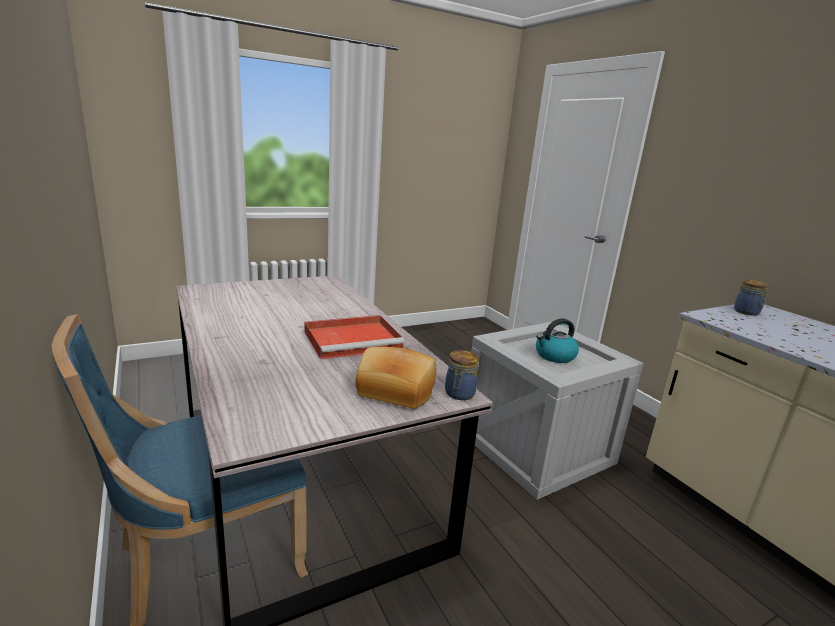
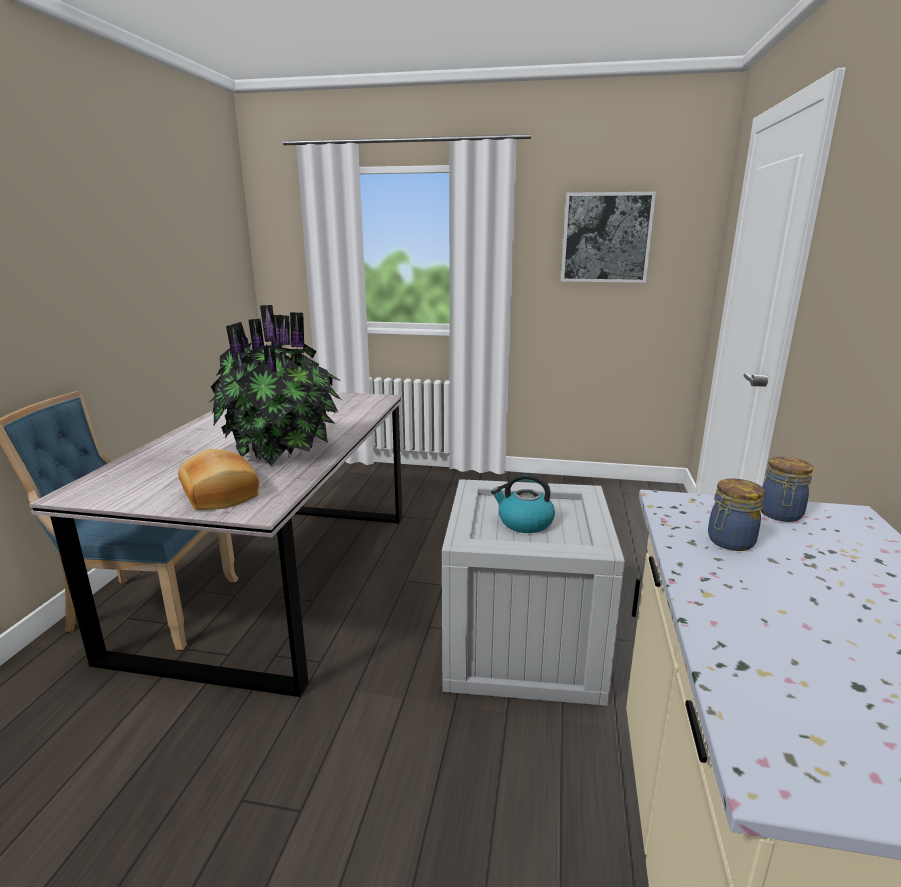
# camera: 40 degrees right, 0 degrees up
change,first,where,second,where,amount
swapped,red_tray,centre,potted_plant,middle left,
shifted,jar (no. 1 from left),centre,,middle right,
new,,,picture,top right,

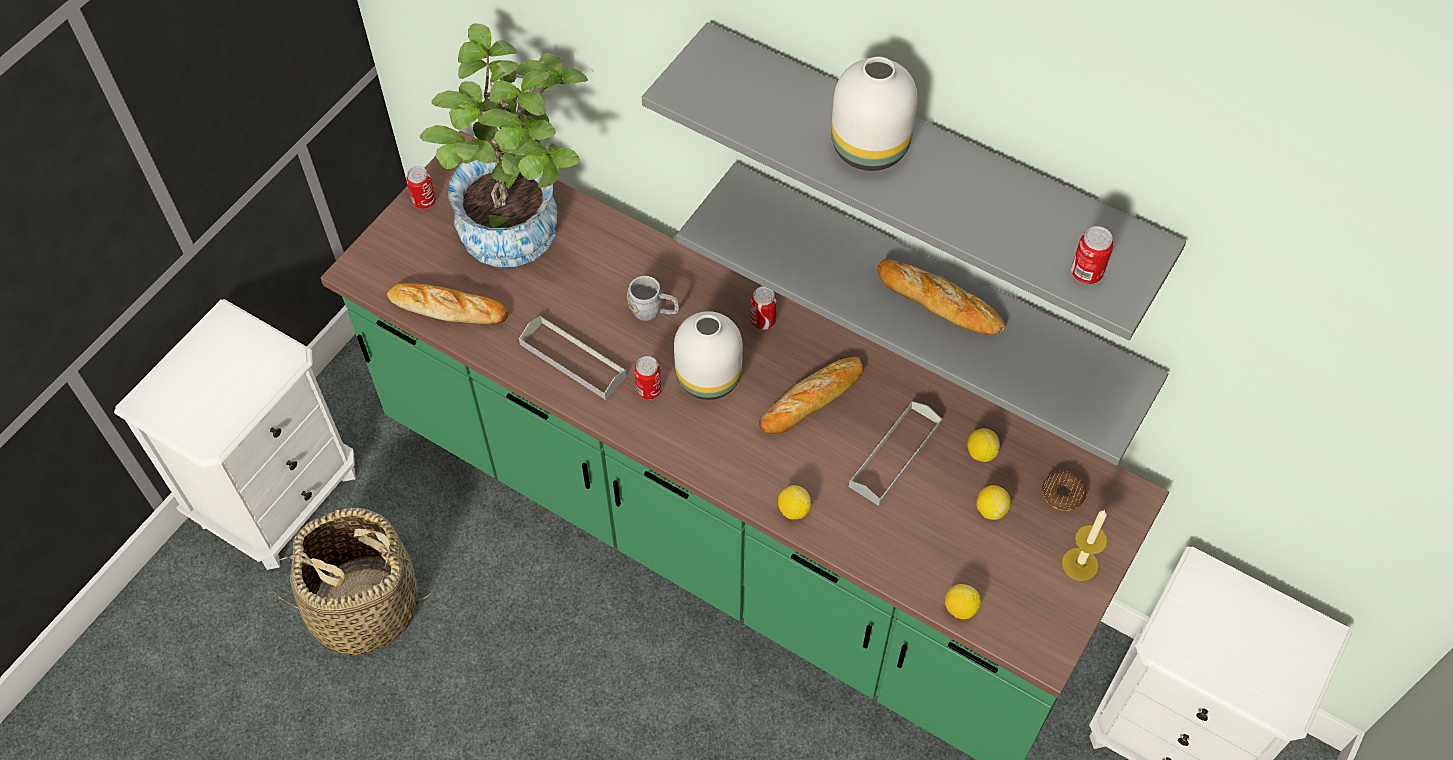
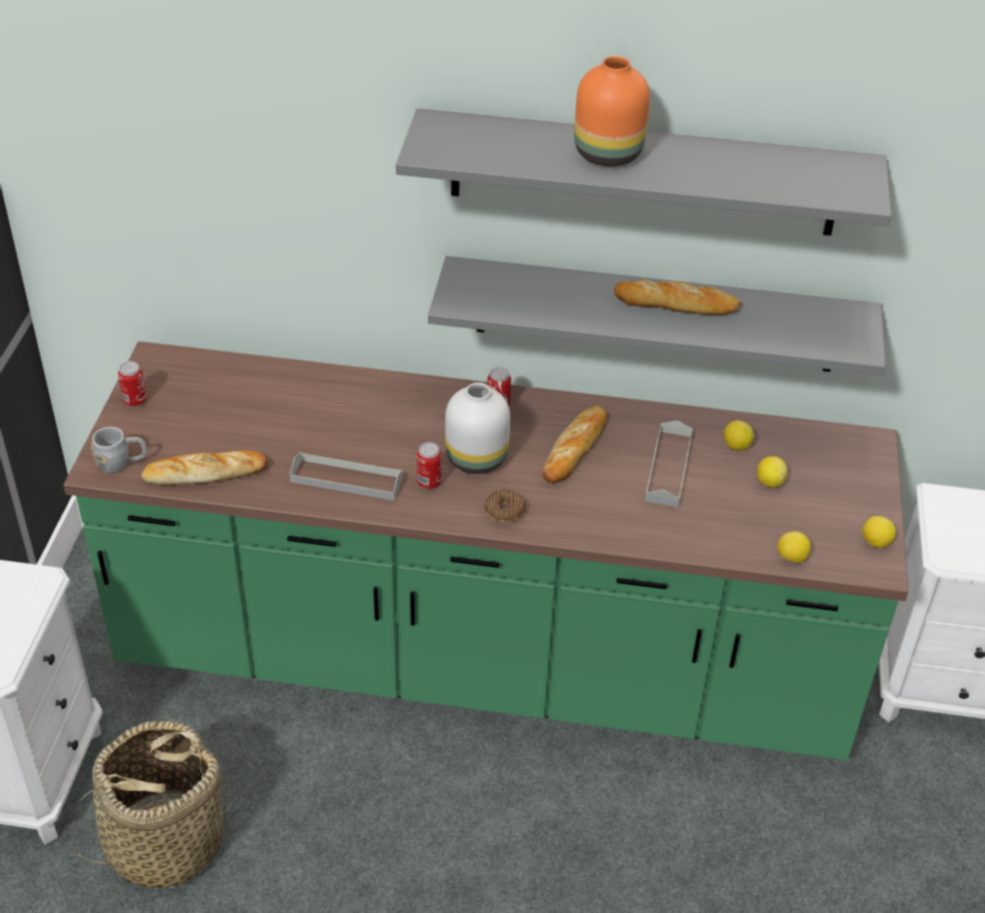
# camera: 25 degrees left, 15 degrees down
change,first,where,second,where,amount
gone,potted_plant,top centre,,,
repainted,white_vase (no. 2 from left),top centre,orange_vase,top centre,
gone,can (no. 4 from left),middle right,,,
shifted,grey_mug,centre,,middle left,
shifted,donut,middle right,,centre,
shifted,lemon (no. 1 from left in the first image),centre,lemon (no. 4 from left),middle right,
gone,candle,bottom right,,,

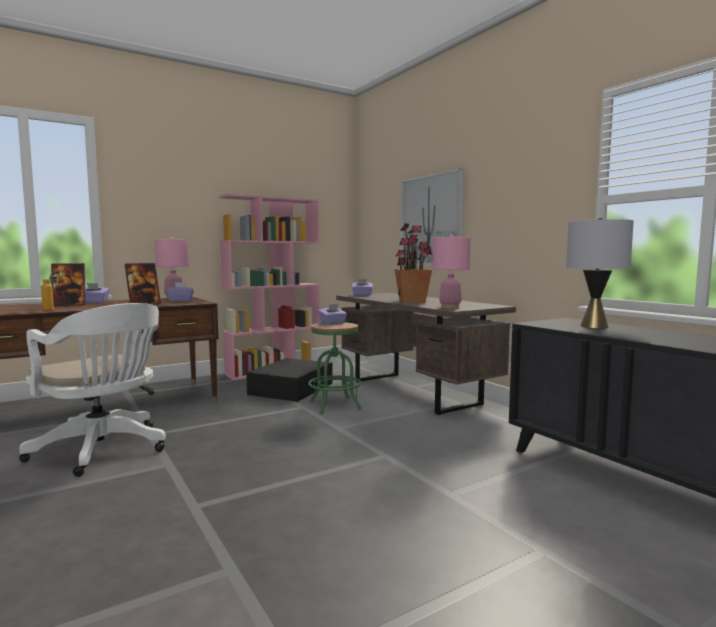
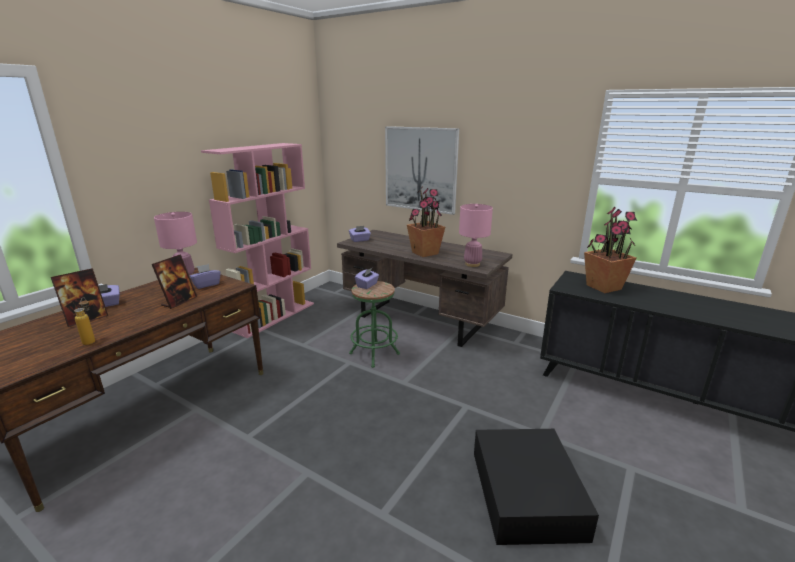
# camera: 25 degrees left, 15 degrees up
change,first,where,second,where,amount
swapped,grey_table_lamp,middle right,potted_plant (no. 2 from left),middle right,
gone,white_office_chair,middle left,,,
shifted,black_storage_box,centre,,bottom right,

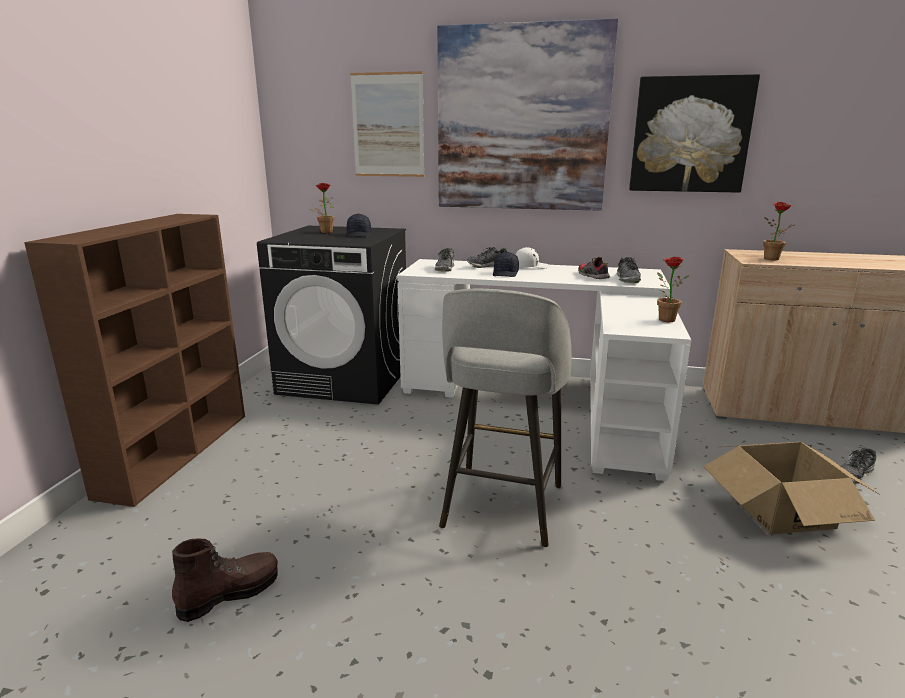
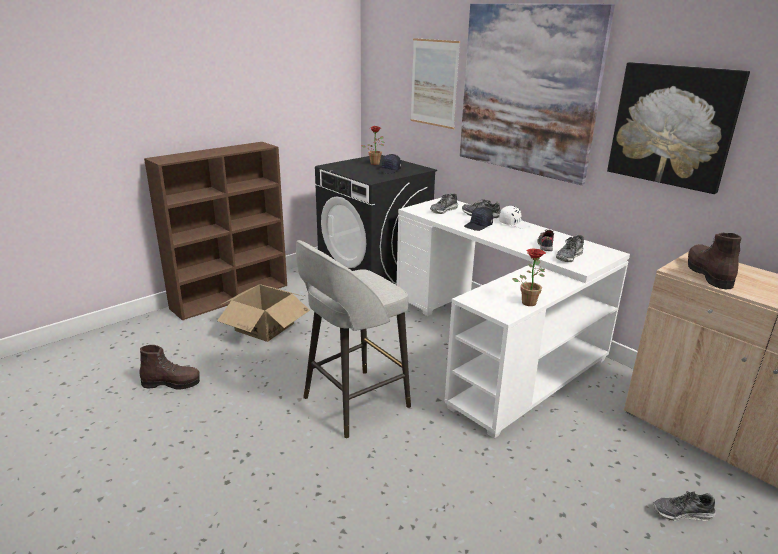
# camera: 35 degrees right, 5 degrees up
change,first,where,second,where,amount
swapped,potted_plant (no. 3 from left),top right,brown_boot (no. 2 from left),middle right,
shifted,cardboard_box,bottom right,,centre,

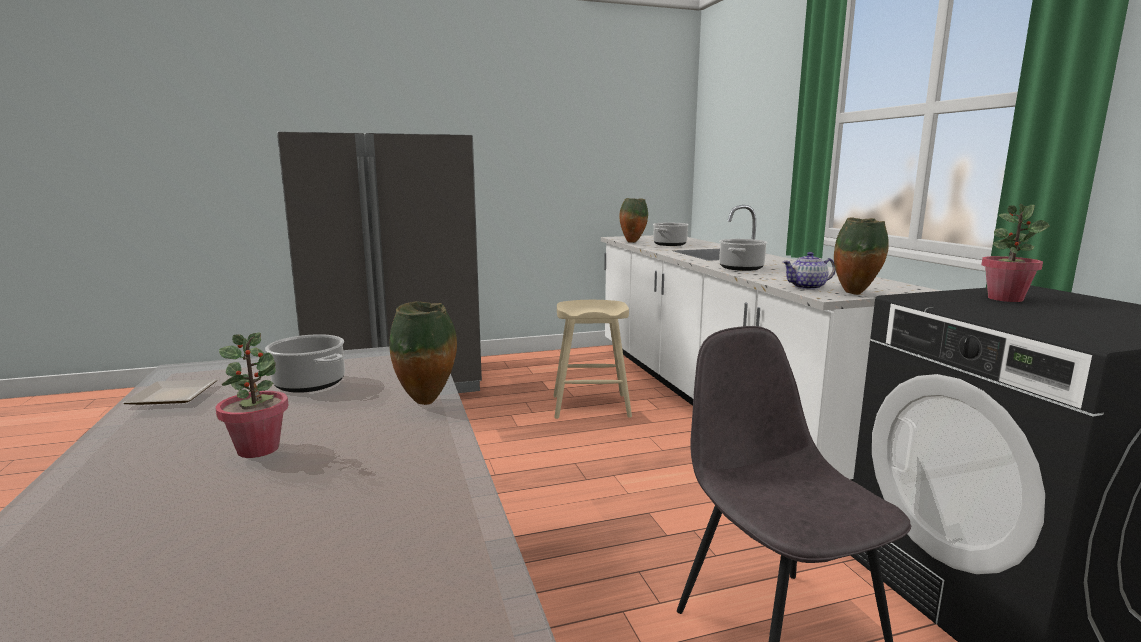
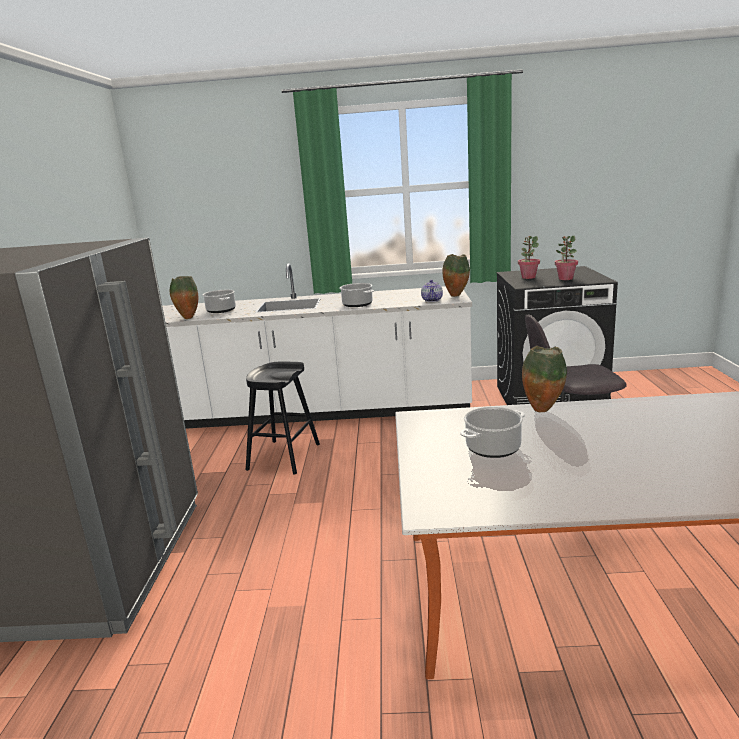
# camera: 70 degrees left, 5 degrees up
change,first,where,second,where,amount
repainted,beige_stool,centre,black_stool,centre,
shifted,potted_plant (no. 1 from left in the first image),middle left,potted_plant (no. 2 from left),middle right,
gone,plate,middle left,,,

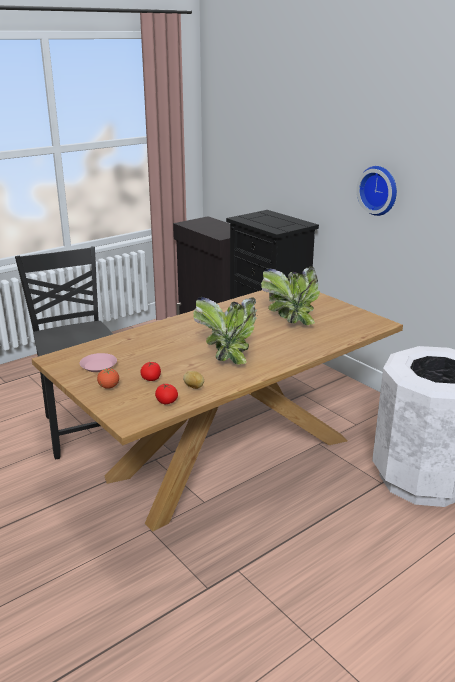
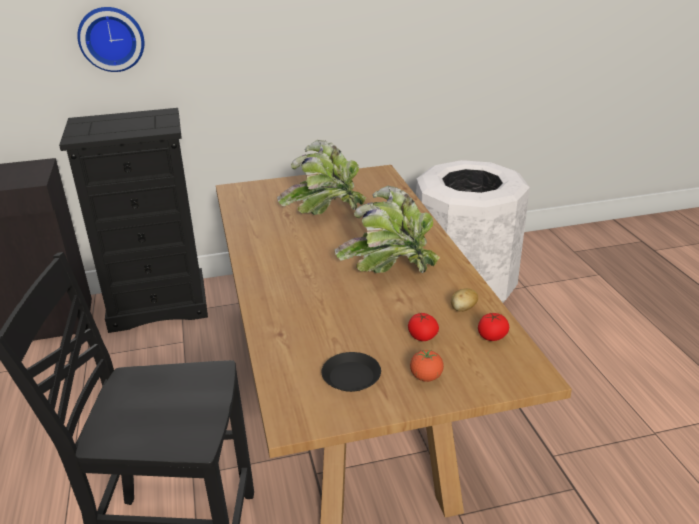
# camera: 65 degrees left, 5 degrees up
change,first,where,second,where,amount
shifted,wall_clock,top right,,top left,
repainted,pink_plate,middle left,black_plate,bottom centre,

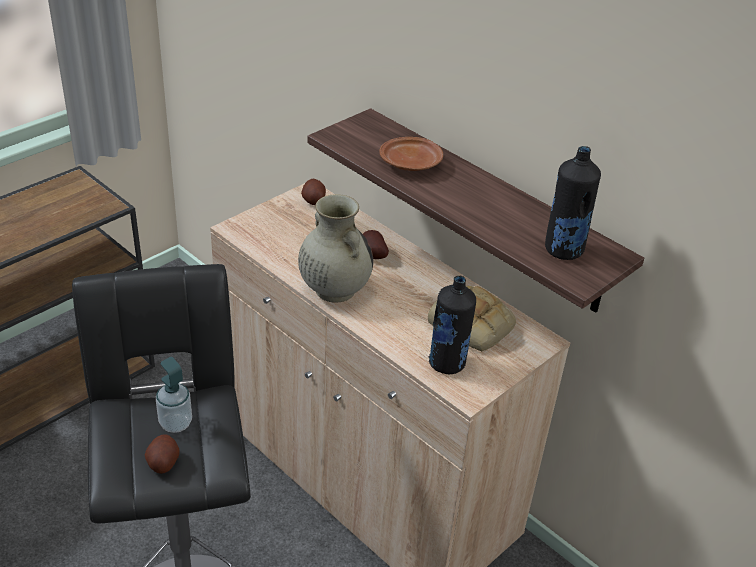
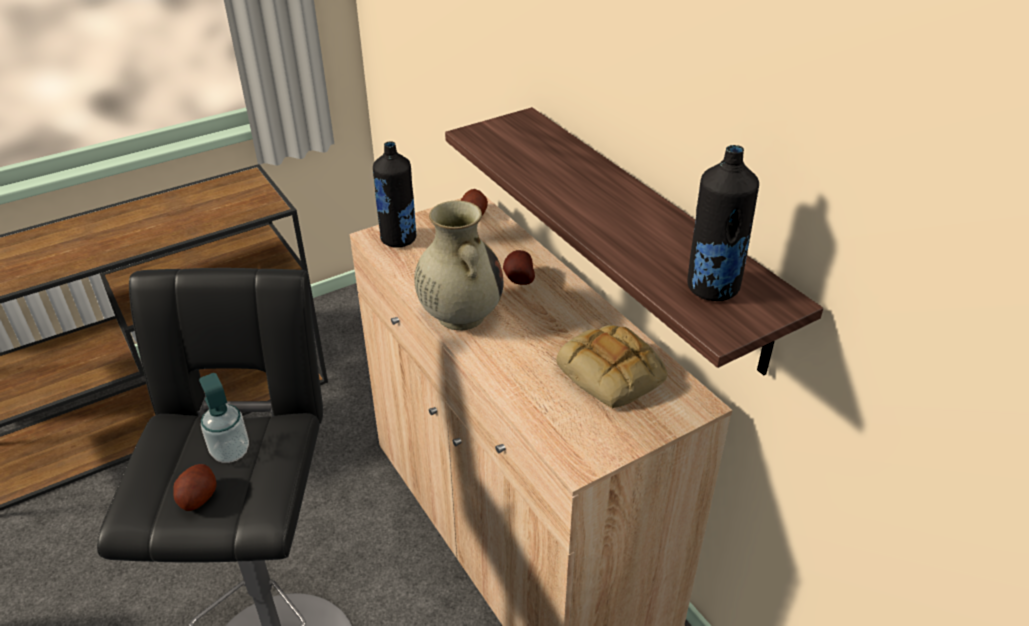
# camera: 15 degrees right, 0 degrees up
change,first,where,second,where,amount
gone,brown_plate,top centre,,,
shifted,black_bottle (no. 1 from left),centre,,top centre,

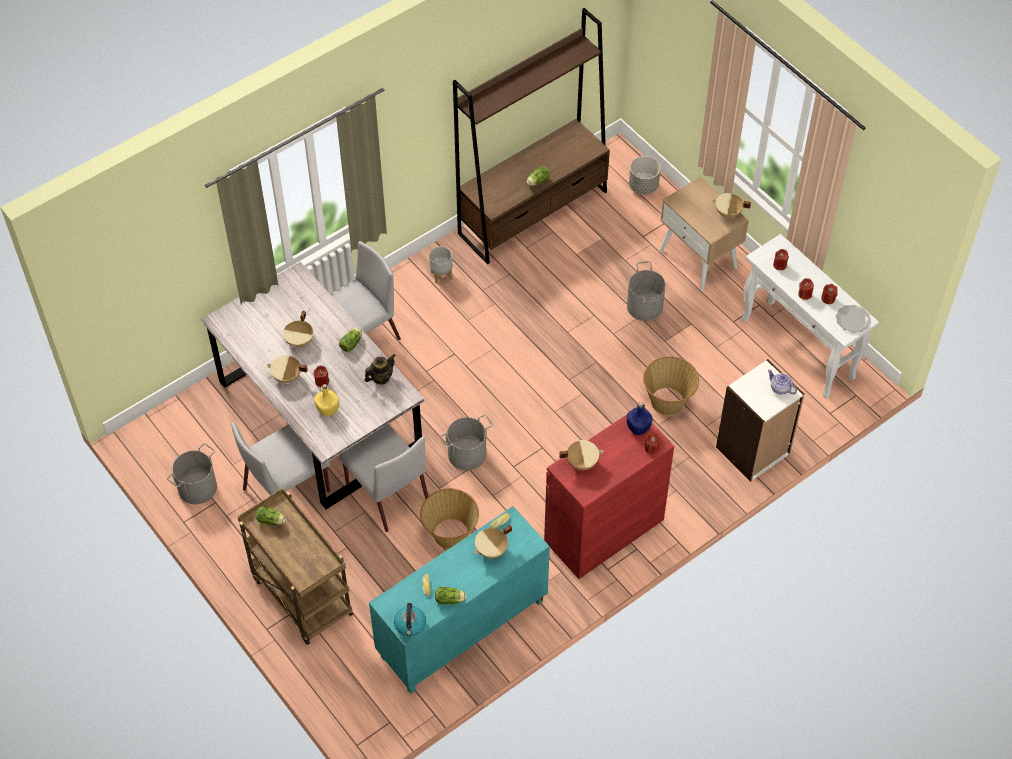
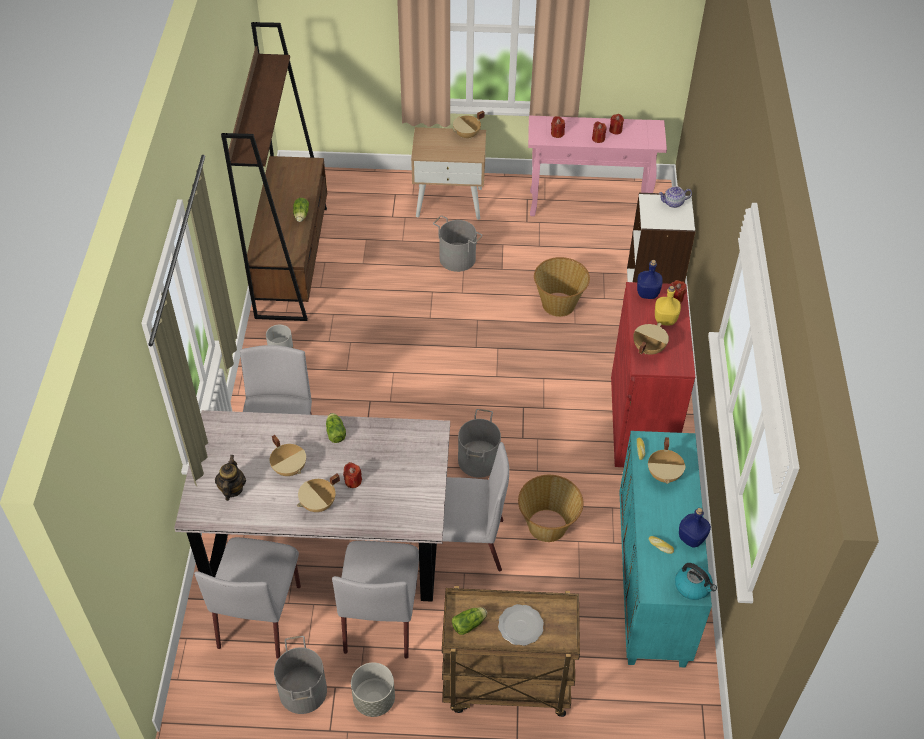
# camera: 50 degrees left, 5 degrees down
change,first,where,second,where,amount
shifted,grey_planter (no. 2 from left),top centre,,bottom centre,
repainted,white_console_table,middle right,pink_console_table,top centre,
shifted,plate,middle right,,bottom centre,
shifted,teapot (no. 1 from left),centre,,middle left,
shifted,yellow_bottle,middle left,,middle right,
swapped,lettuce (no. 3 from left),bottom centre,blue_bottle (no. 2 from left),bottom right,
new,,,grey_chair (no. 1 from left),bottom left,

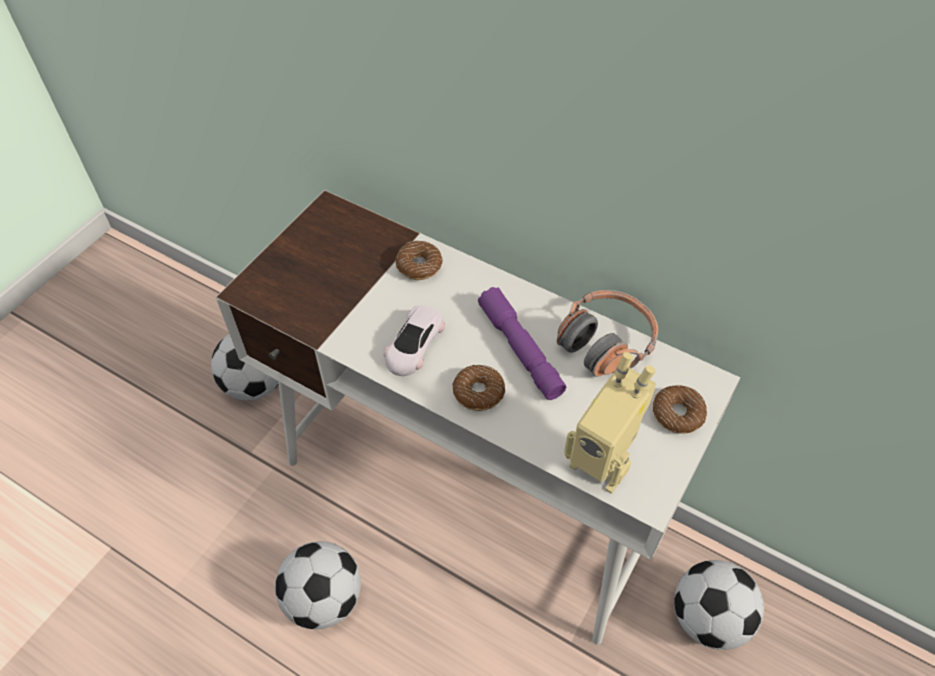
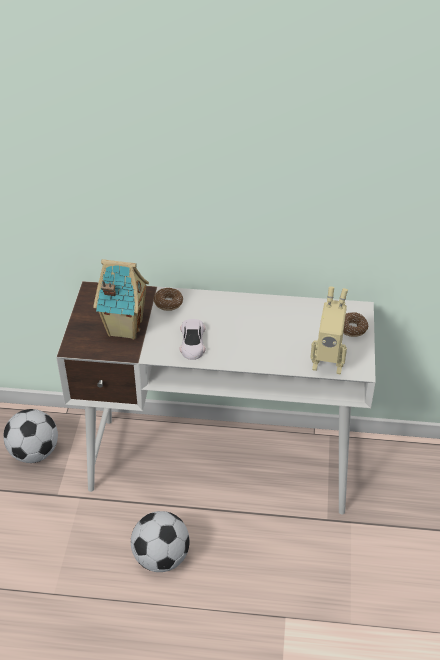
# camera: 25 degrees left, 10 degrees down
change,first,where,second,where,amount
gone,purple_flashlight,centre,,,
gone,headphones,centre,,,
gone,donut (no. 2 from left),centre,,,
gone,football (no. 3 from left),bottom right,,,
new,,,toy_house,middle left,

